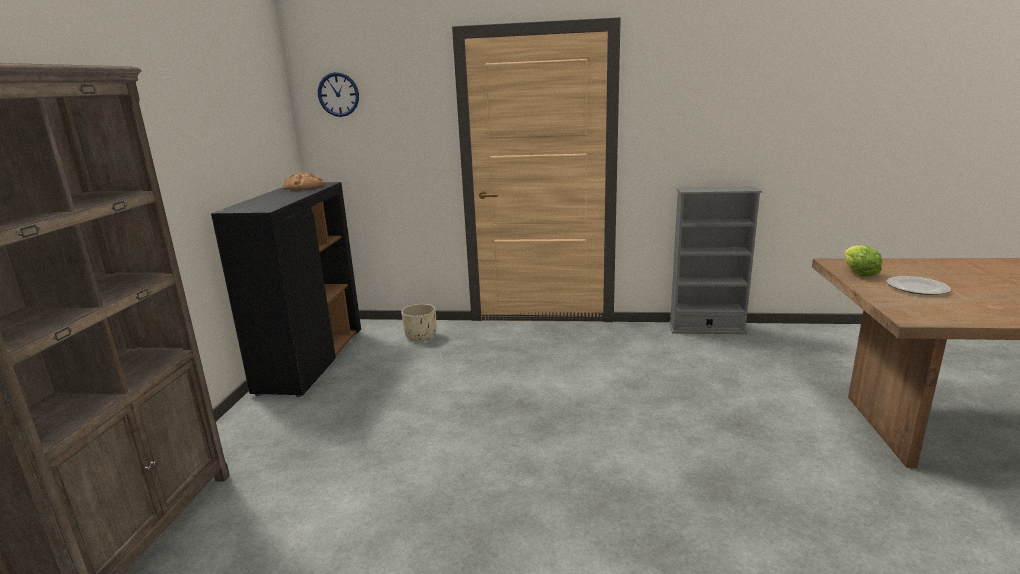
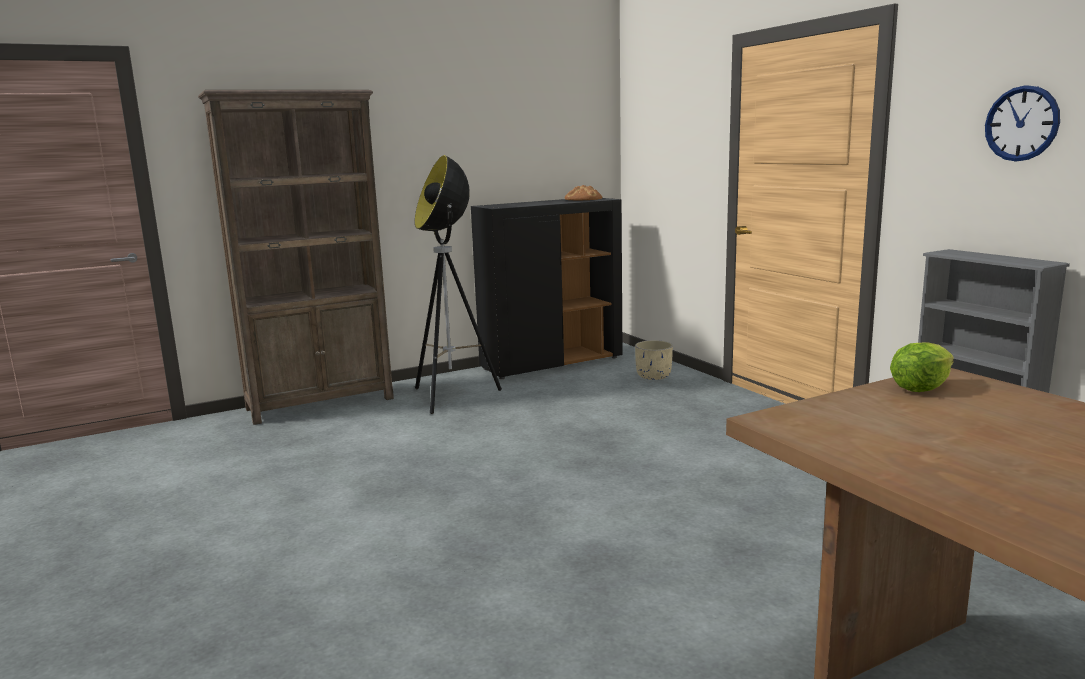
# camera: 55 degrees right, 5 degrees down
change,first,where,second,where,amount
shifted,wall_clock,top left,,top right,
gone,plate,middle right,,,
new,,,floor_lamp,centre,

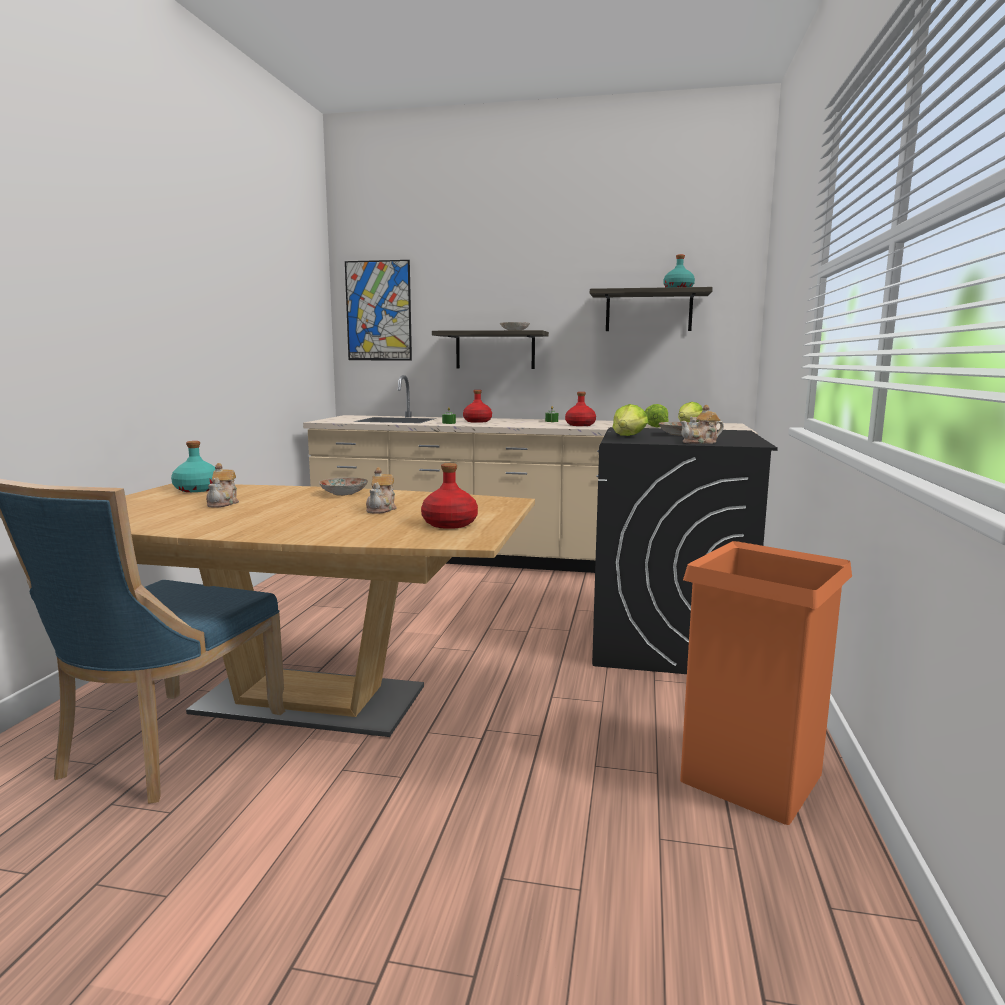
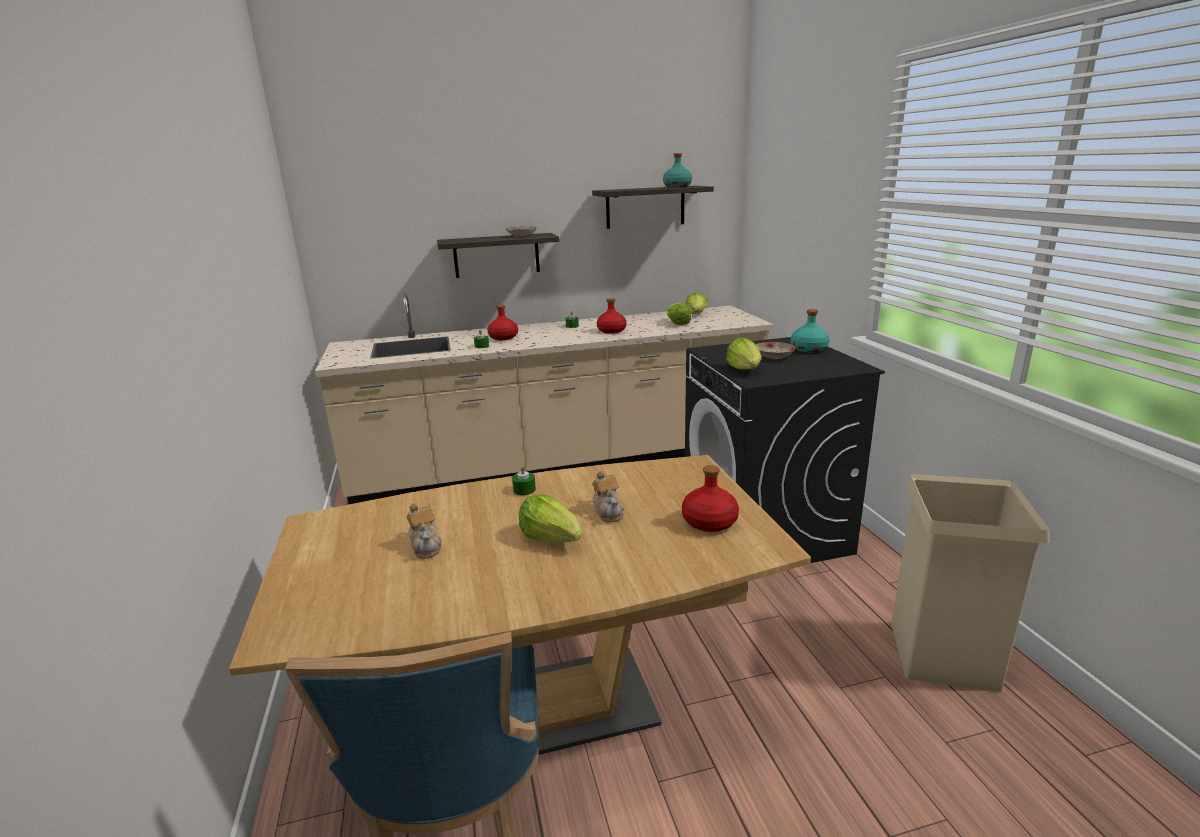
# camera: 25 degrees left, 10 degrees up
change,first,where,second,where,amount
gone,picture,top centre,,,
gone,teapot (no. 3 from left),middle right,,,
shifted,turquoise_bottle (no. 1 from left in the first image),middle left,turquoise_bottle (no. 2 from left),middle right,
swapped,plate (no. 1 from left),centre,green_candle (no. 2 from left),centre,
repainted,orange_trash_can,bottom right,beige_trash_can,bottom right,
new,,,lettuce (no. 1 from left),centre,

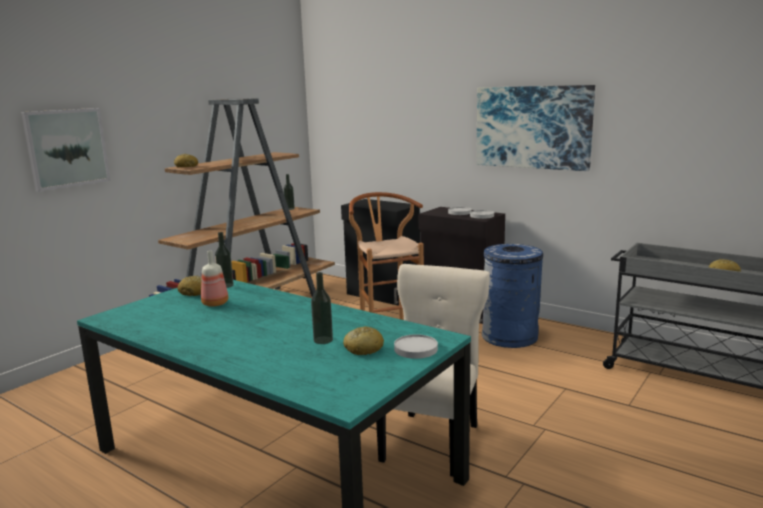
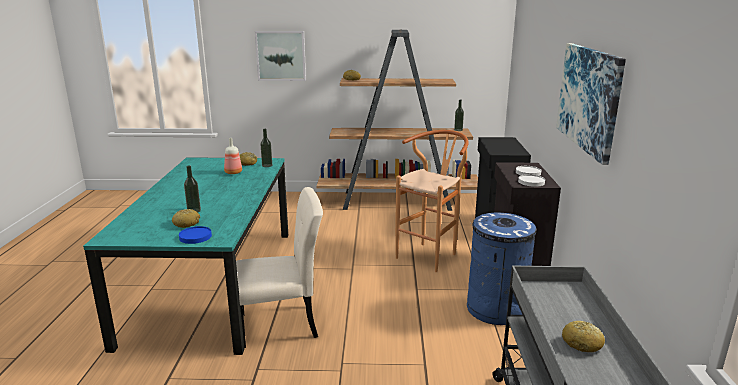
# camera: 55 degrees right, 5 degrees up
change,first,where,second,where,amount
repainted,white_plate (no. 1 from left),bottom centre,blue_plate,middle left,

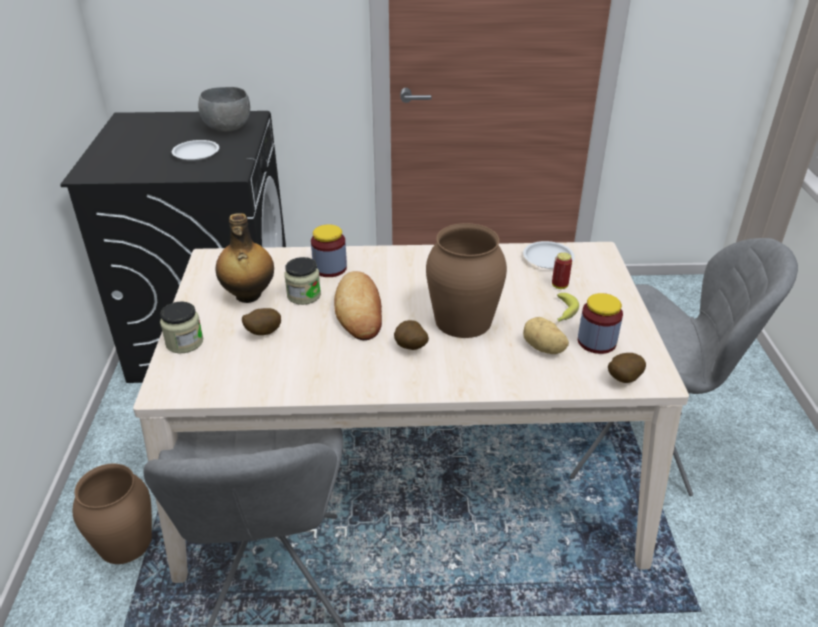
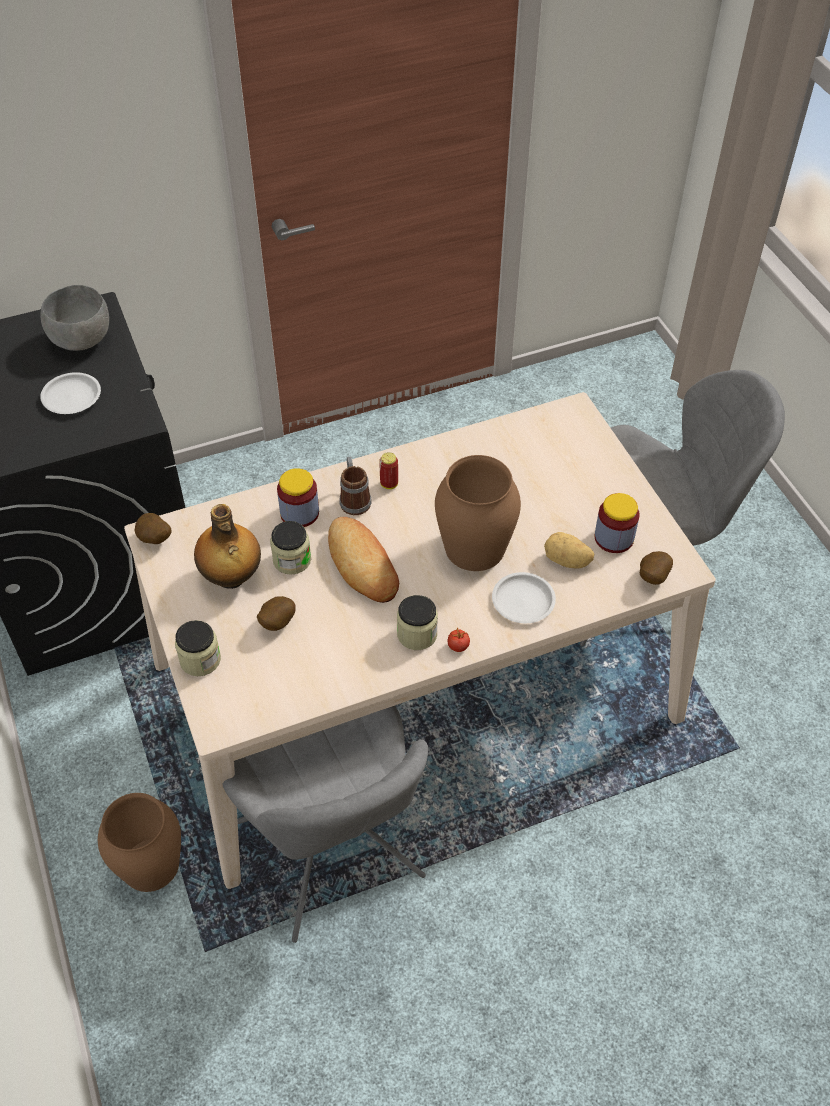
# camera: 20 degrees left, 15 degrees up
change,first,where,second,where,amount
shifted,white_plate (no. 2 from left),middle right,,centre,
shifted,can,middle right,,centre,
gone,banana,middle right,,,
shifted,potato (no. 2 from left in the first image),centre,potato (no. 1 from left),middle left,
new,,,mug,centre,
new,,,jar (no. 4 from left),centre,
new,,,tomato,centre,

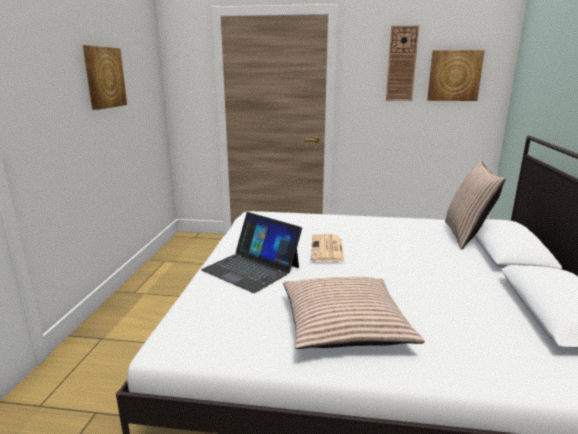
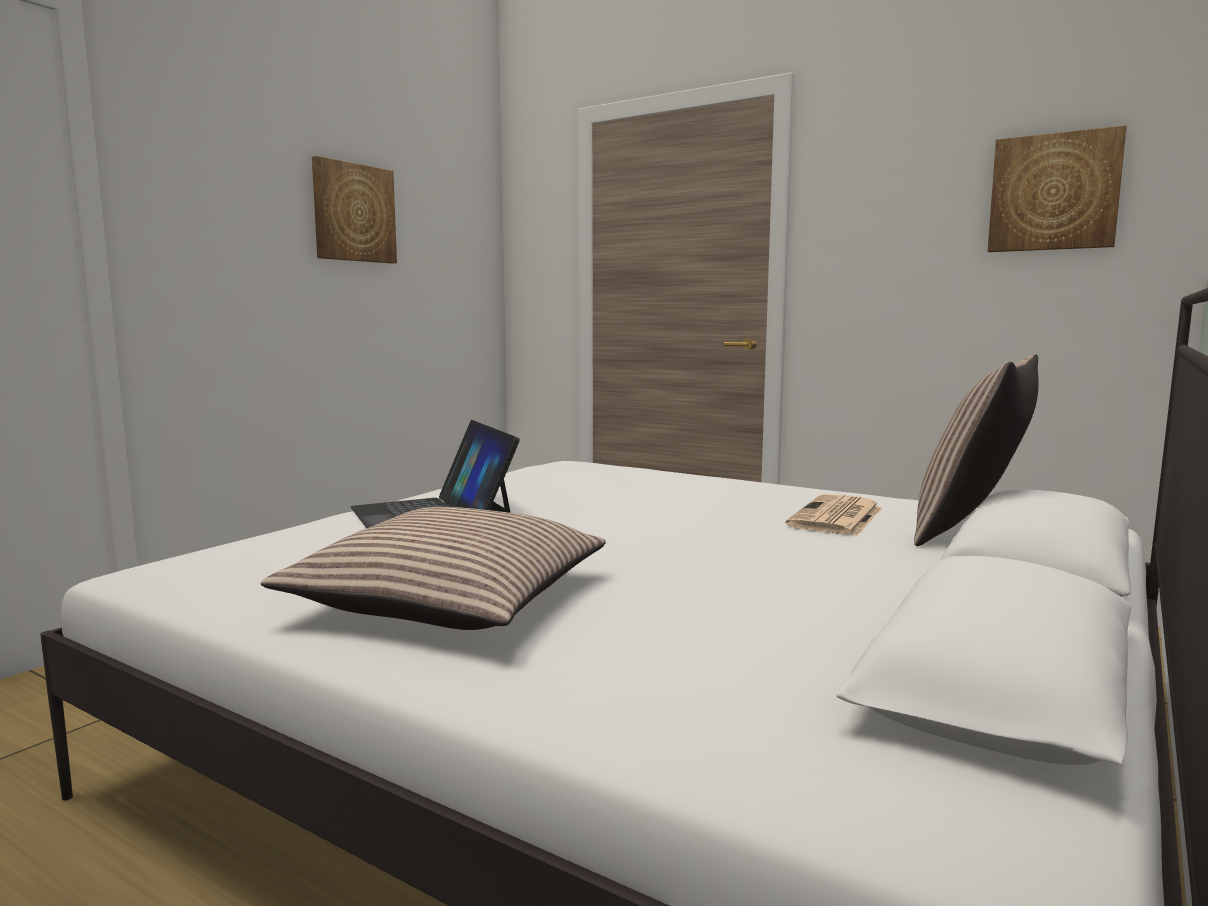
# camera: 25 degrees right, 10 degrees down
change,first,where,second,where,amount
gone,wall_clock,top right,,,
shifted,newspaper,centre,,middle right,

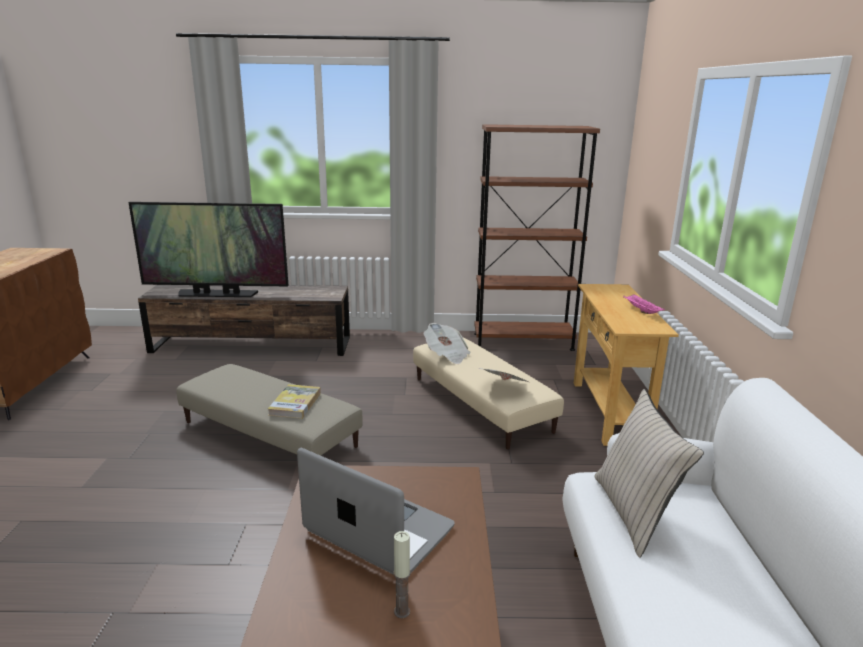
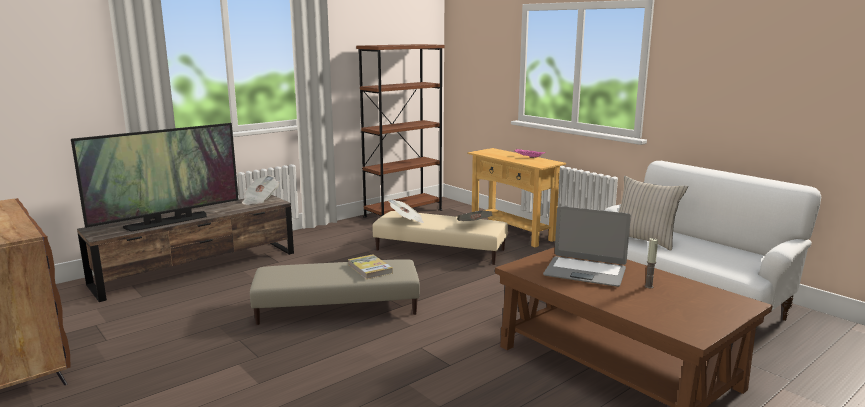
# camera: 40 degrees left, 5 degrees down
change,first,where,second,where,amount
rotated,laptop,bottom centre,,middle right,150 degrees counterclockwise
new,,,newspaper (no. 1 from left),middle left,

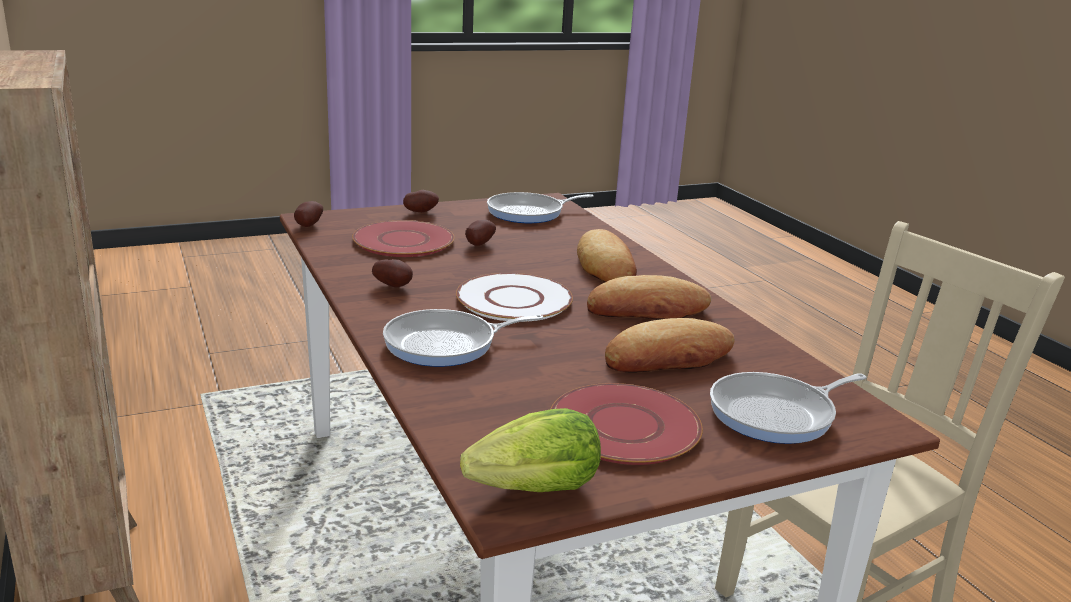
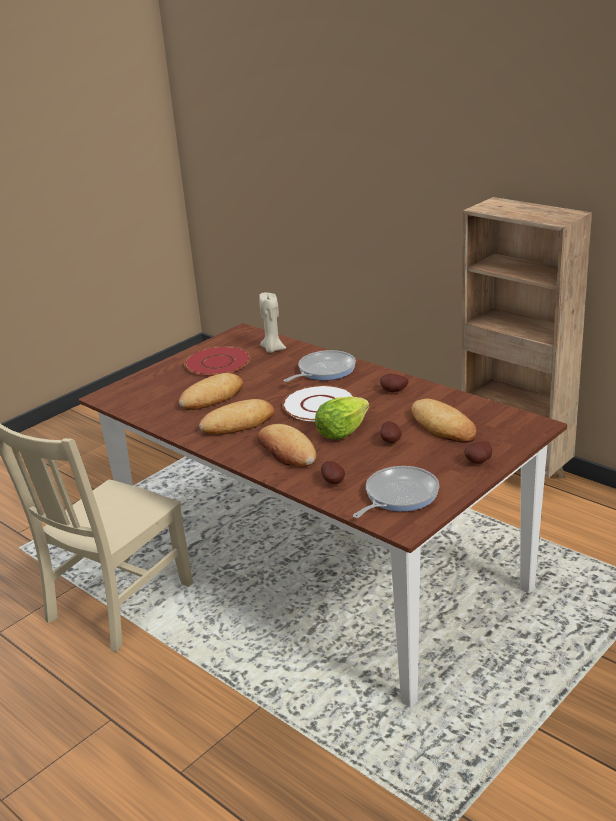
# camera: 160 degrees right, 5 degrees up
change,first,where,second,where,amount
shifted,potato (no. 1 from left),middle left,,centre,
swapped,red_plate (no. 1 from left),centre,bread (no. 4 from left),middle right,
gone,frying_pan (no. 3 from left),bottom right,,,
shifted,lettuce,bottom centre,,centre,
new,,,beige_candle,centre,

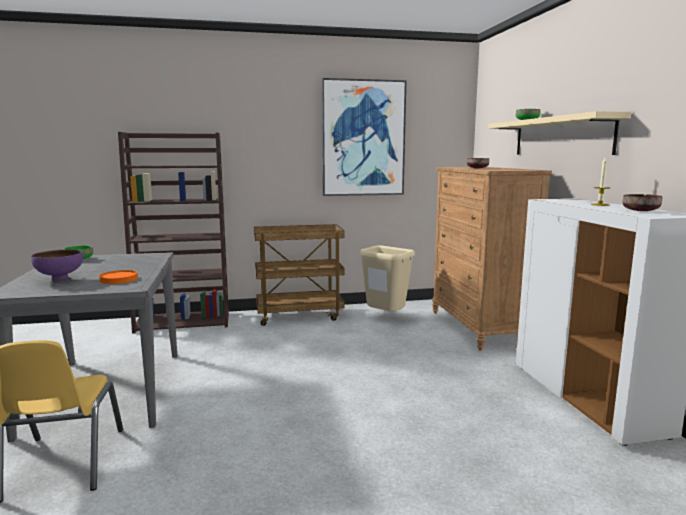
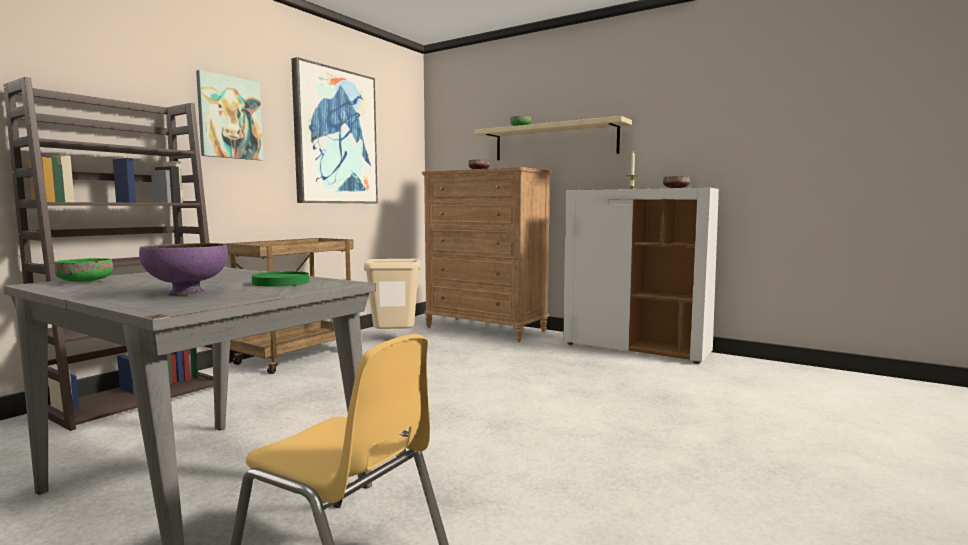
# camera: 45 degrees left, 5 degrees down
change,first,where,second,where,amount
repainted,orange_plate,middle left,green_plate,middle left,
new,,,picture (no. 1 from left),top left,

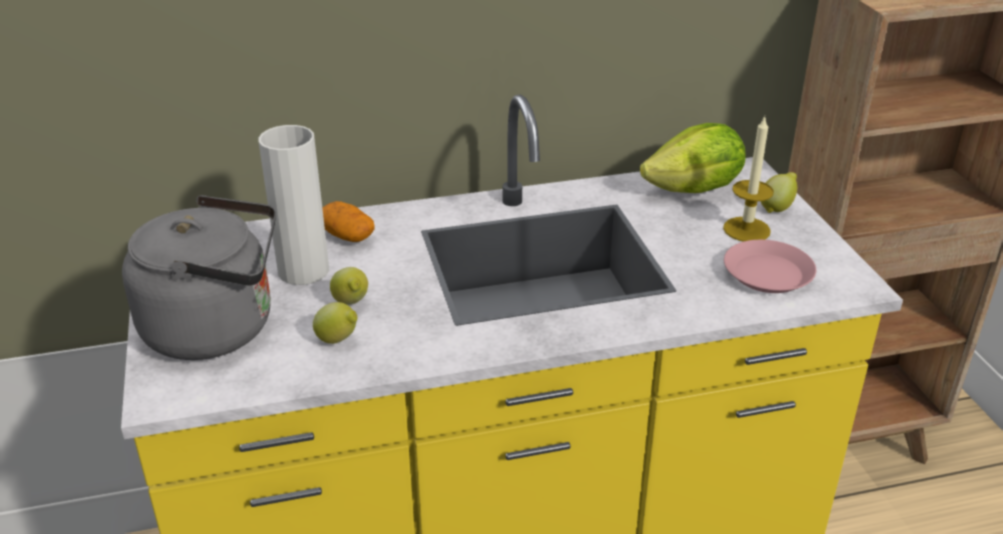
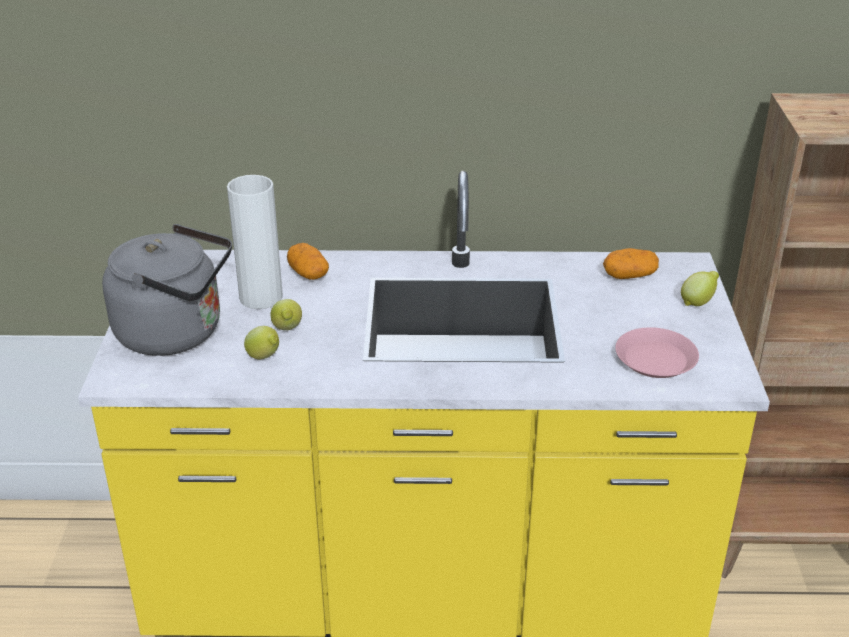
# camera: 15 degrees right, 0 degrees up
change,first,where,second,where,amount
gone,candle,middle right,,,
swapped,lettuce,top right,potato (no. 2 from left),middle right,

